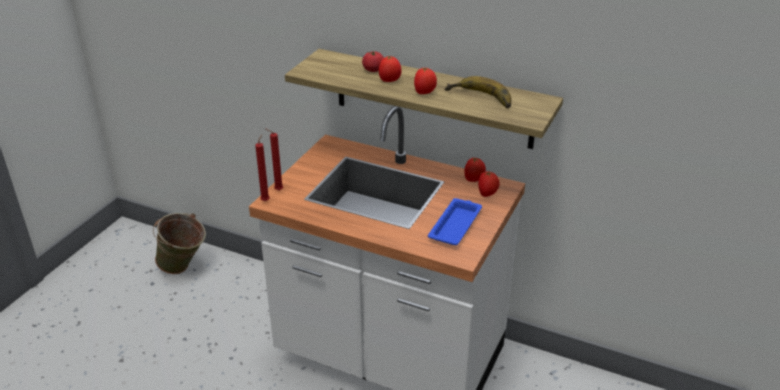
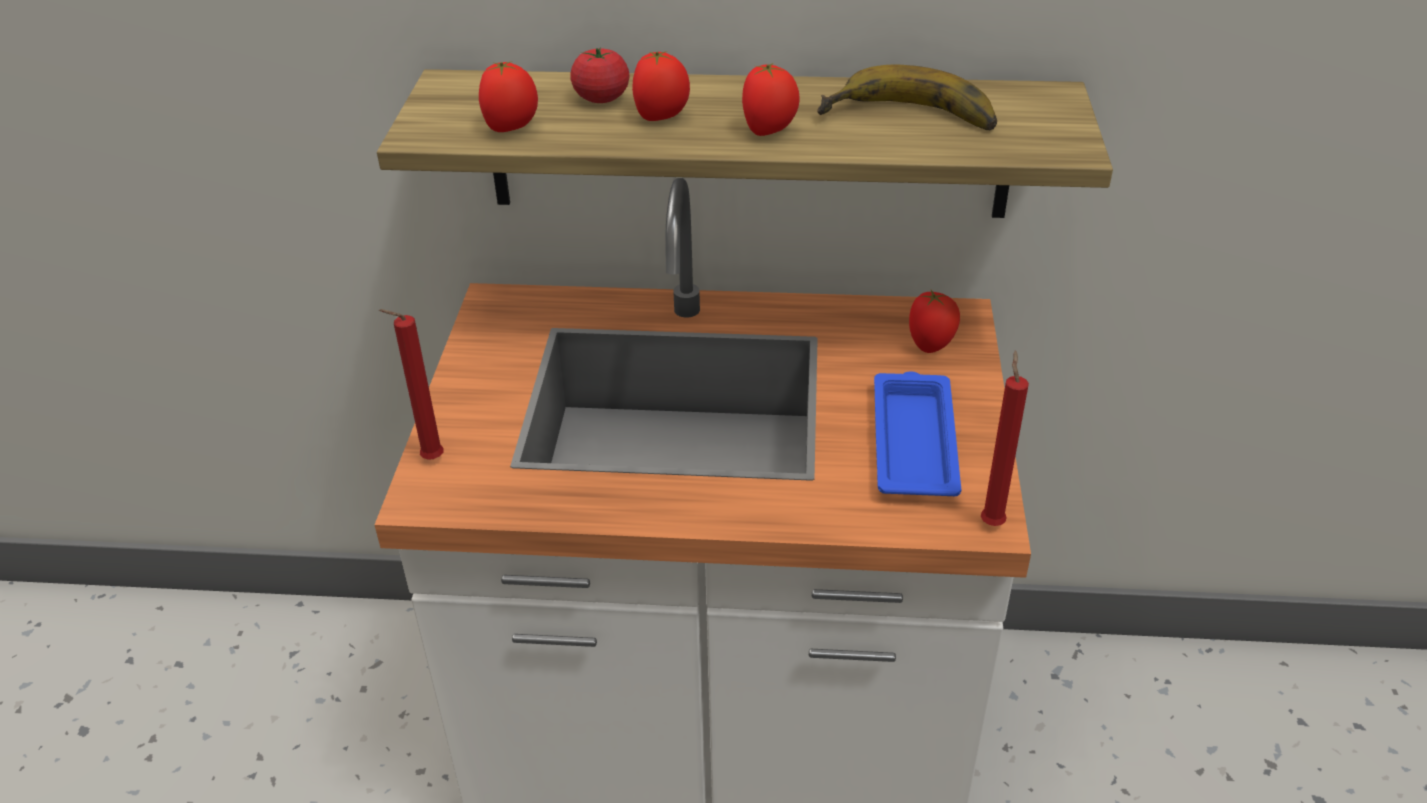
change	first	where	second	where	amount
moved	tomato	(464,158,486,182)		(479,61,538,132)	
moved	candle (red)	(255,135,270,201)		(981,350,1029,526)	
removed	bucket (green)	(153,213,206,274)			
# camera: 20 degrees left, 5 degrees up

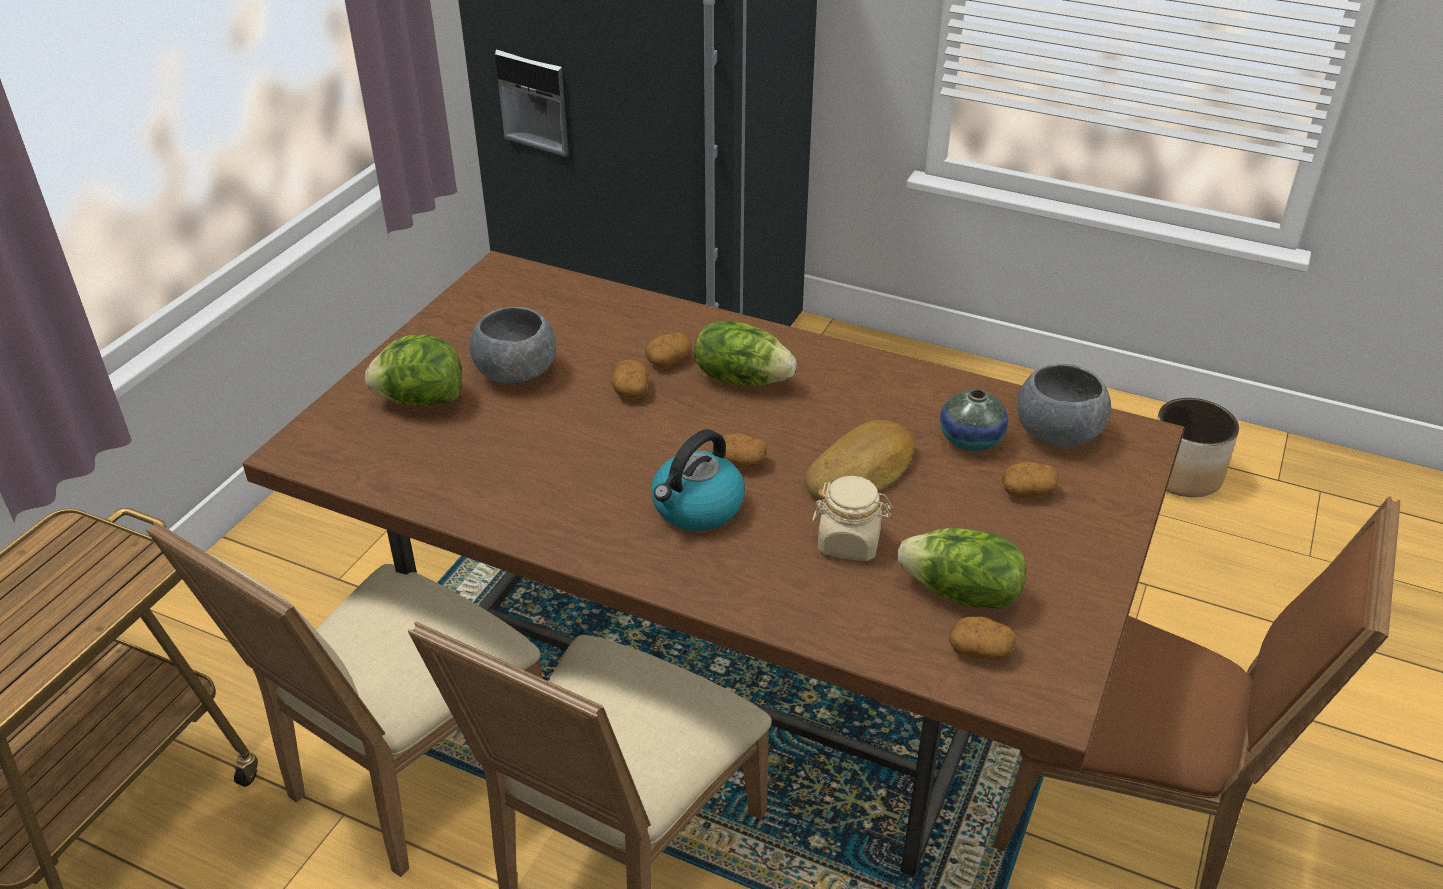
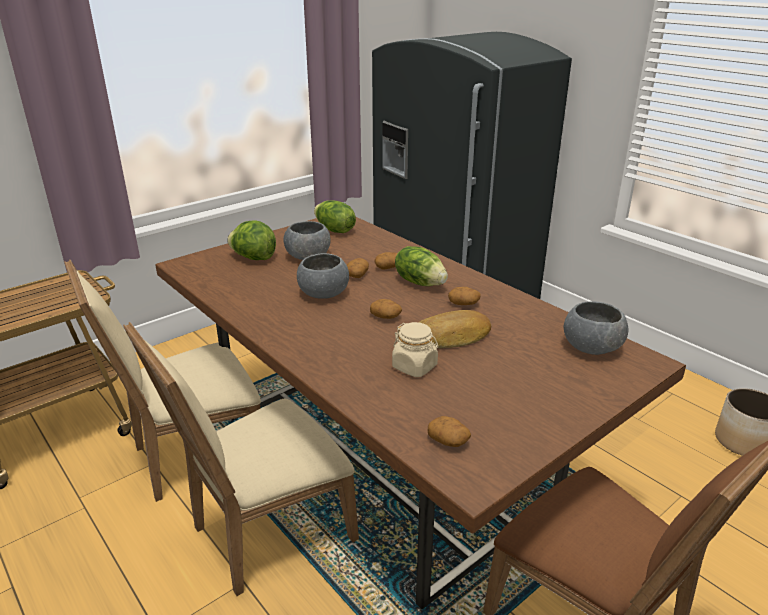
change	first	where	second	where	amount
added			bowl (grey)	(297,253,349,299)	
moved	lettuce	(897,528,1026,609)		(314,200,356,233)	
moved	potato	(1002,462,1058,498)		(448,287,481,305)	
removed	kettle	(651,429,745,531)			
removed	vase	(940,389,1009,451)			
# camera: 25 degrees right, 10 degrees down

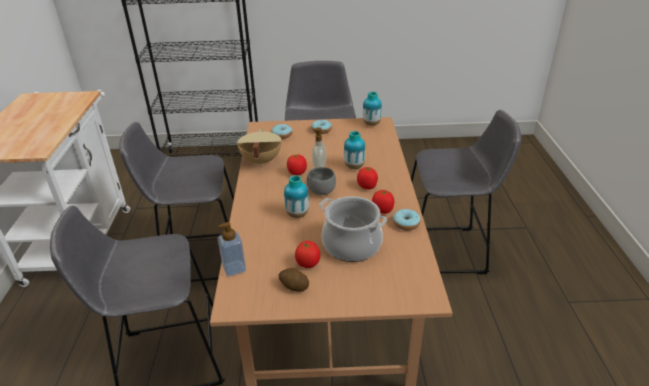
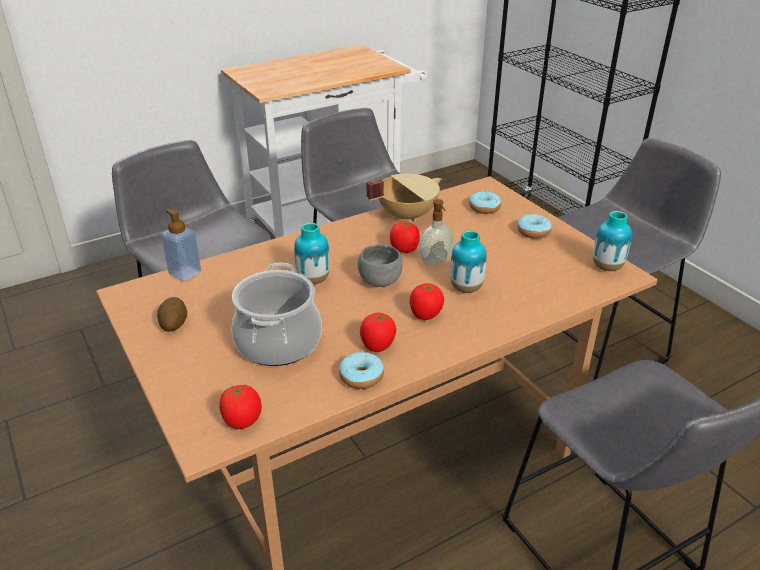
change	first	where	second	where	amount
moved	tomato	(295,241,320,268)		(219,385,262,429)	
# camera: 60 degrees right, 0 degrees up

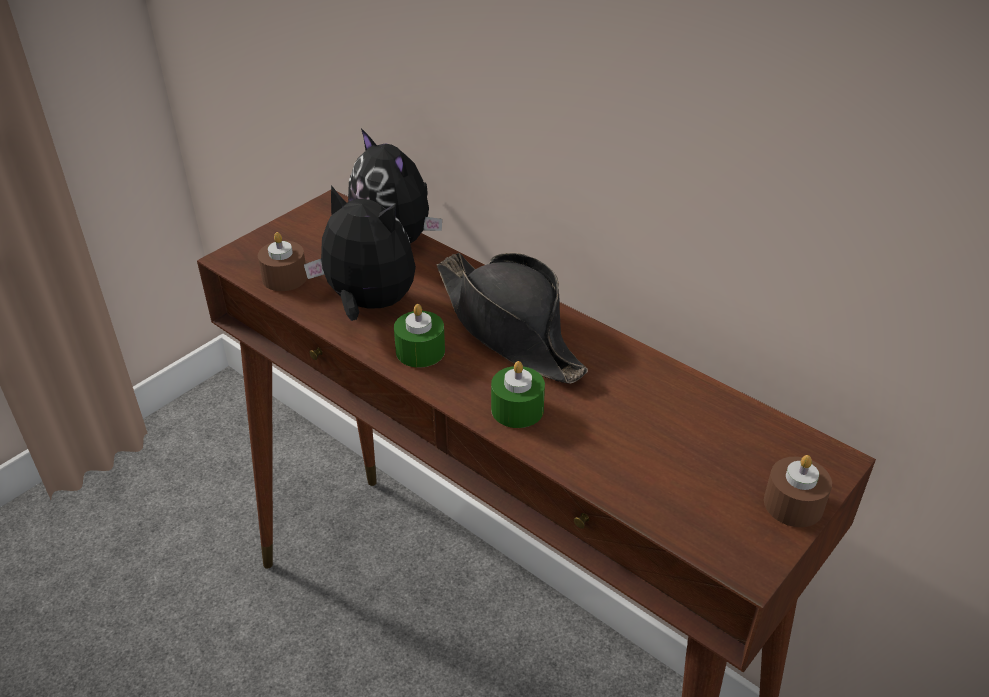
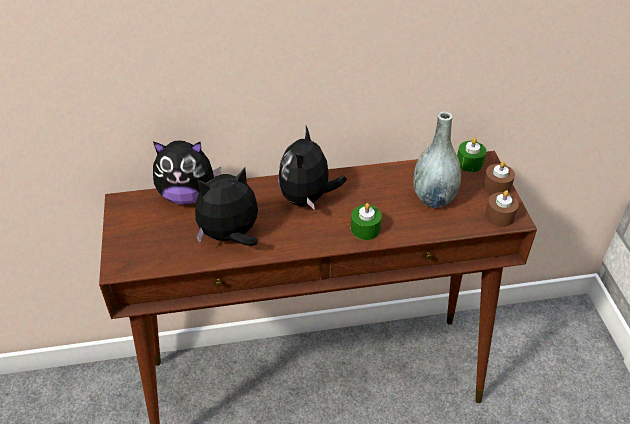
change	first	where	second	where	amount
replaced	hat (black)	(436,253,588,384)	plush toy	(278,126,347,210)	
added			vase (grey)	(413,112,461,208)	
moved	candle (green)	(394,304,445,368)		(457,138,486,172)	
moved	candle (brown)	(258,232,307,291)		(485,190,519,227)	
# camera: 50 degrees left, 5 degrees up

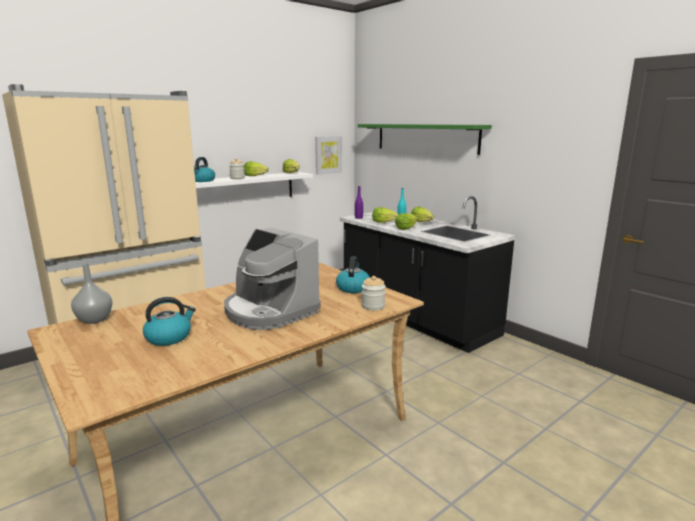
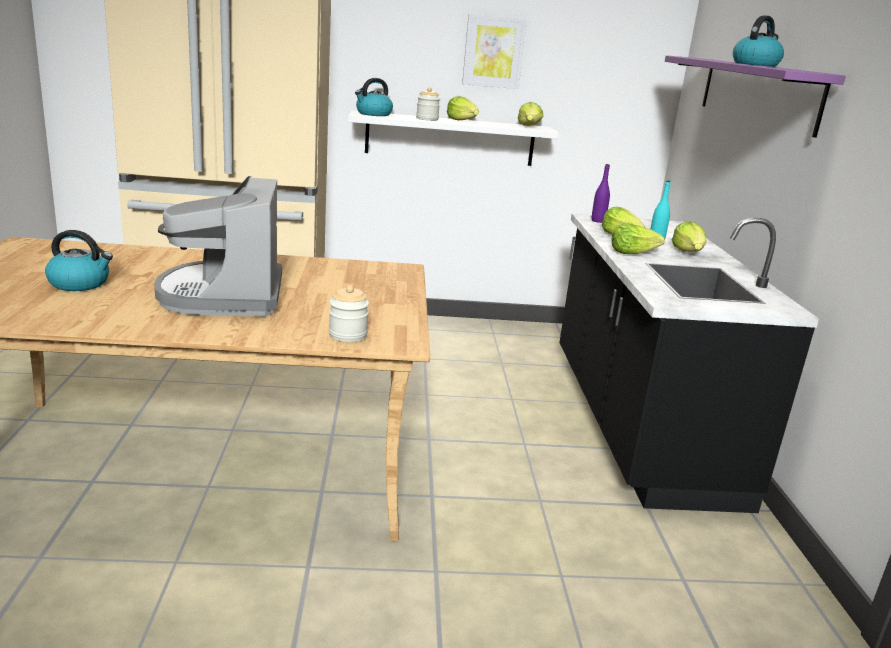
change	first	where	second	where	amount
moved	picture	(315,136,342,175)		(462,14,527,89)	
recoloured	shelf (green)	(358,124,492,155)	shelf (purple)	(665,55,846,138)	
moved	kettle	(336,256,370,293)		(733,16,784,67)	
removed	vase (grey)	(71,263,113,324)			
# camera: 35 degrees right, 5 degrees up

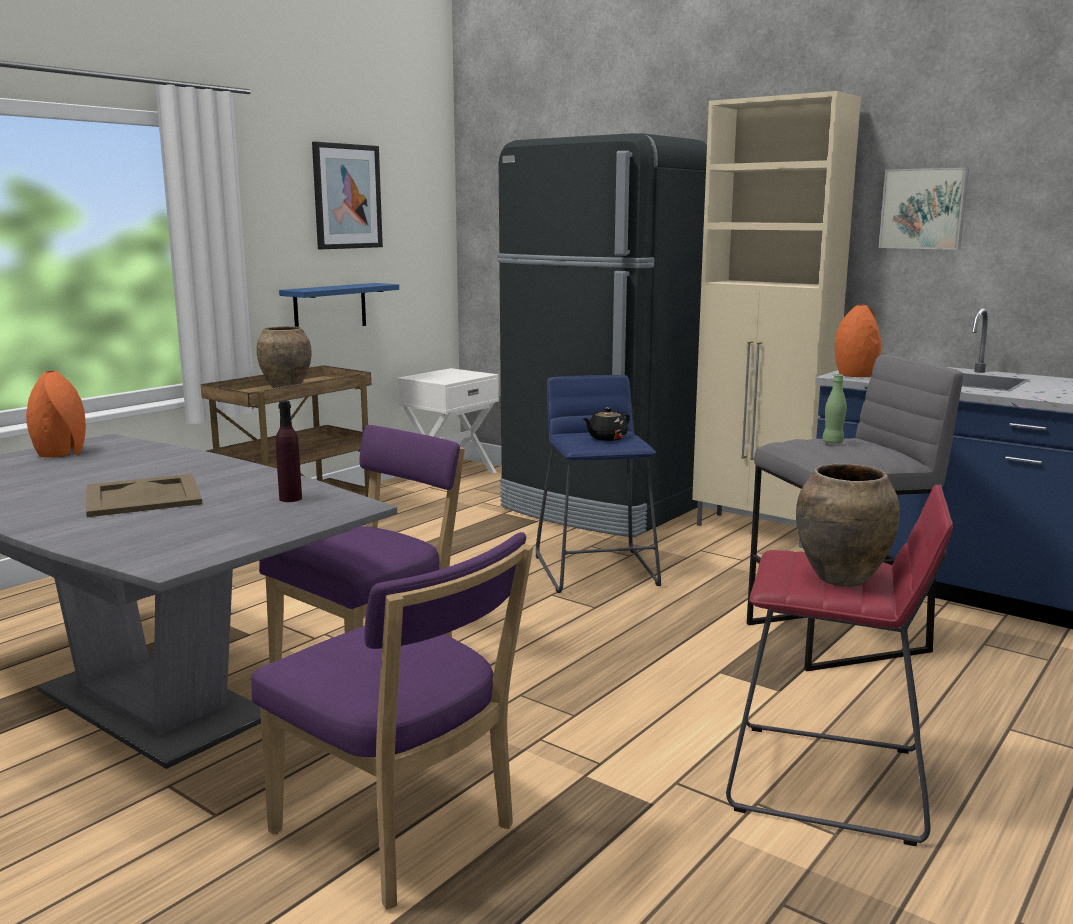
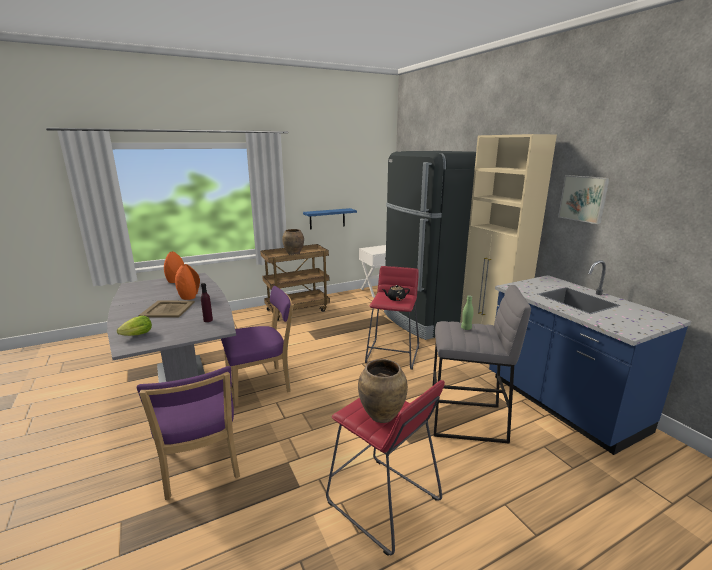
change	first	where	second	where	amount
added			lettuce	(117,316,152,336)	
moved	vase (orange)	(835,305,881,377)		(175,264,200,300)	
recoloured	stool (blue)	(536,375,661,593)	stool (red)	(365,266,419,370)	
removed	picture	(312,142,383,249)			
# camera: 25 degrees right, 5 degrees up

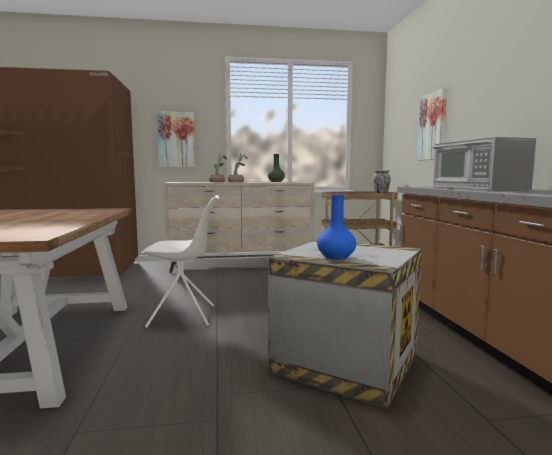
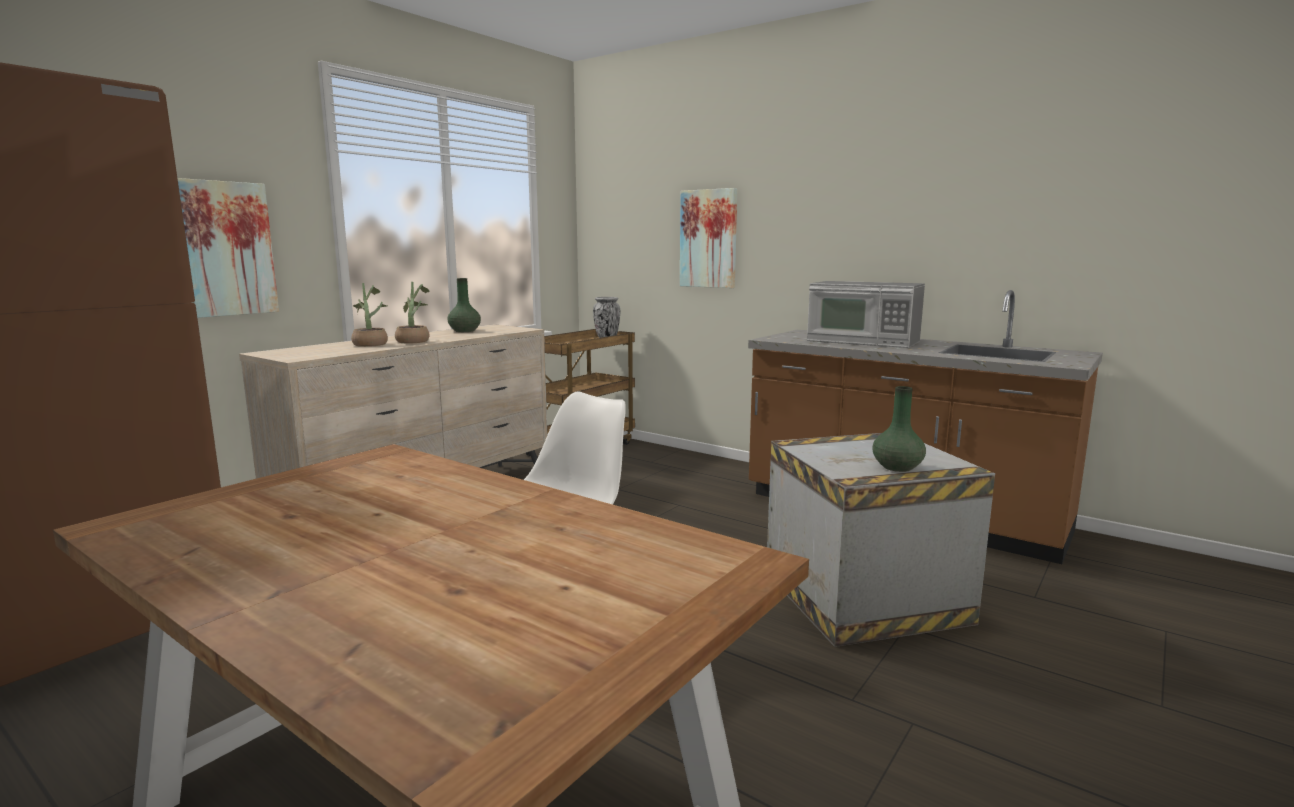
change	first	where	second	where	amount
recoloured	vase (blue)	(317,194,356,260)	vase (green)	(872,386,926,472)	
# camera: 45 degrees left, 5 degrees up

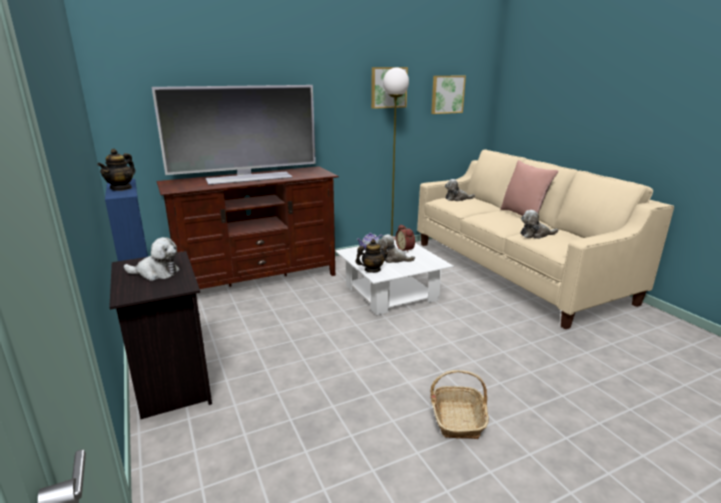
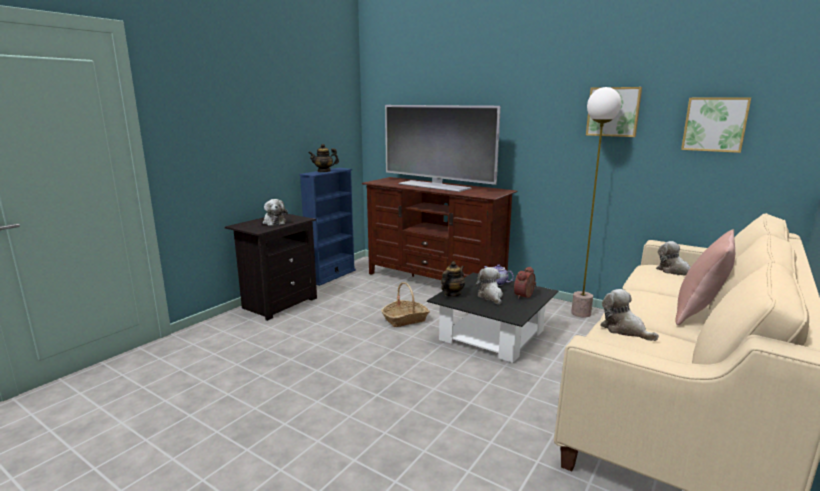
change	first	where	second	where	amount
moved	basket	(430,370,489,439)		(381,282,430,327)	
recoloured	coffee table (white)	(335,240,454,315)	coffee table (black)	(427,273,558,363)	
turned	teapot	(355,239,389,273)		(441,261,465,297)	90 degrees counterclockwise
# camera: 60 degrees right, 5 degrees down

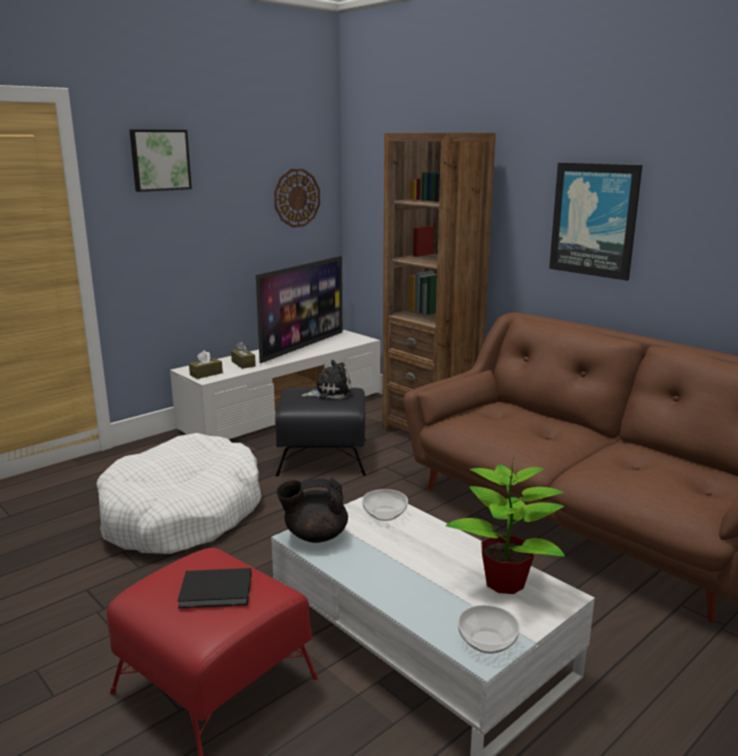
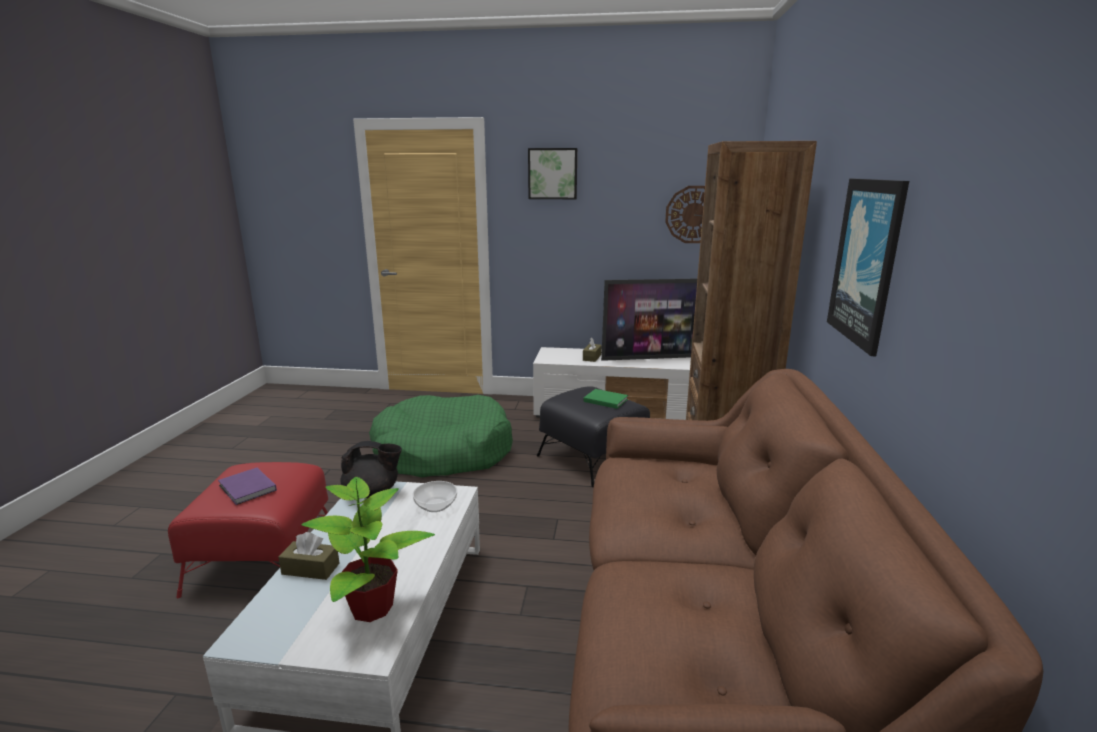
change	first	where	second	where	amount
recoloured	book (black)	(177,568,252,608)	book (purple)	(218,468,277,505)	
moved	tissue box (brown)	(189,350,223,379)		(278,532,339,580)	
turned	teapot (black)	(276,478,348,543)		(341,441,402,498)	135 degrees clockwise
recoloured	dog bed (white)	(96,433,262,554)	dog bed (green)	(369,395,513,478)	
replaced	plush toy	(301,360,353,399)	book (green)	(584,389,628,409)	
removed	bowl	(458,605,520,654)			
# camera: 50 degrees right, 0 degrees up

